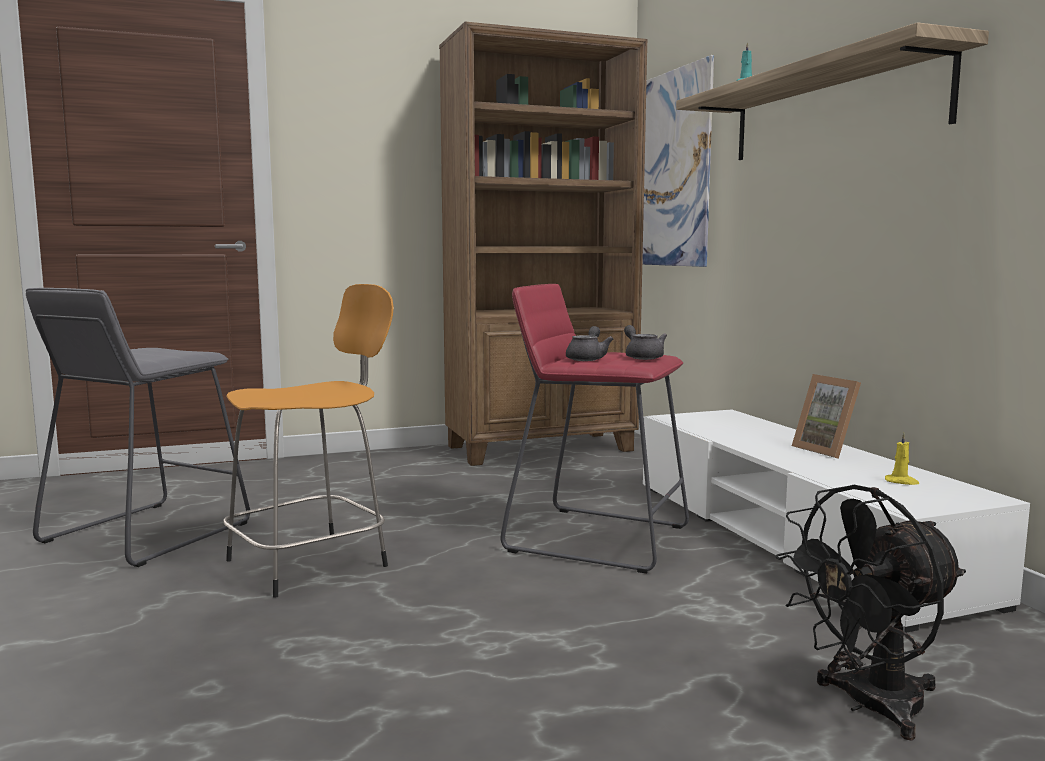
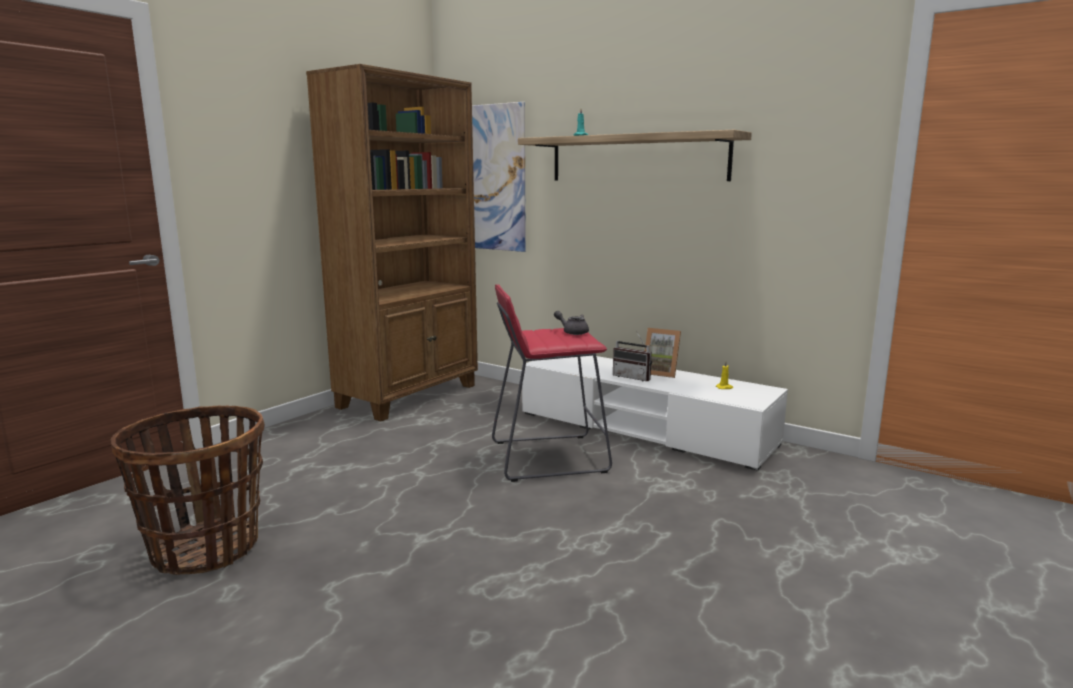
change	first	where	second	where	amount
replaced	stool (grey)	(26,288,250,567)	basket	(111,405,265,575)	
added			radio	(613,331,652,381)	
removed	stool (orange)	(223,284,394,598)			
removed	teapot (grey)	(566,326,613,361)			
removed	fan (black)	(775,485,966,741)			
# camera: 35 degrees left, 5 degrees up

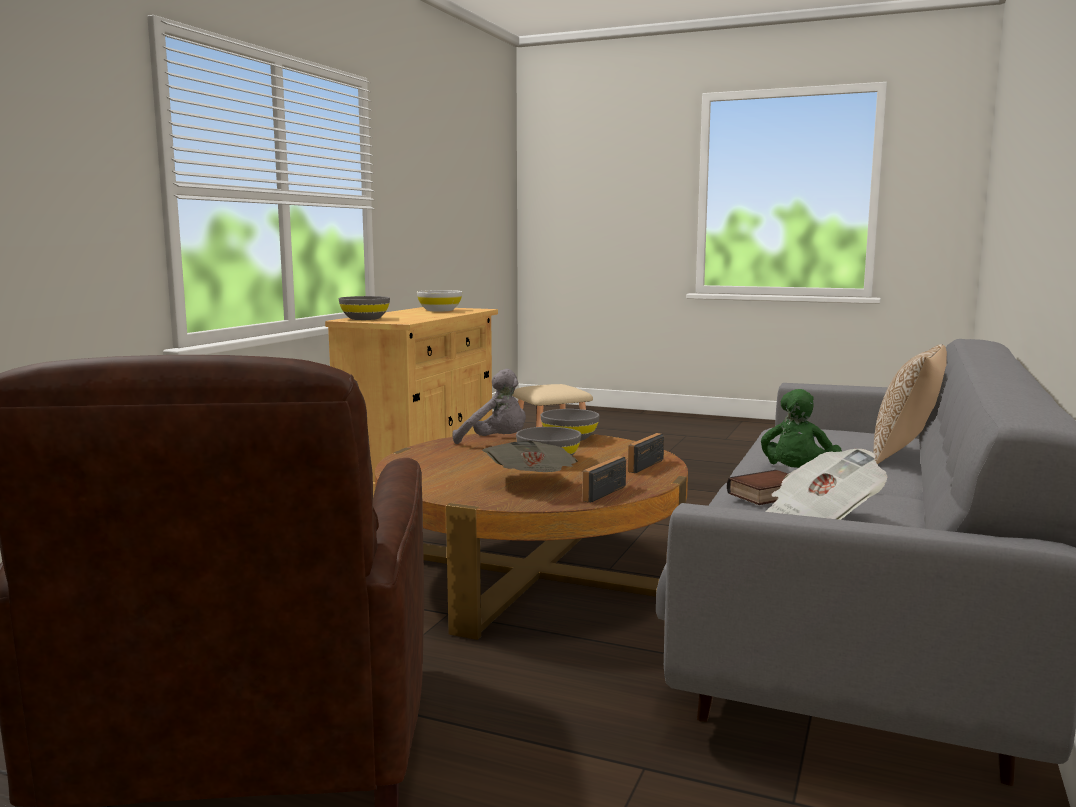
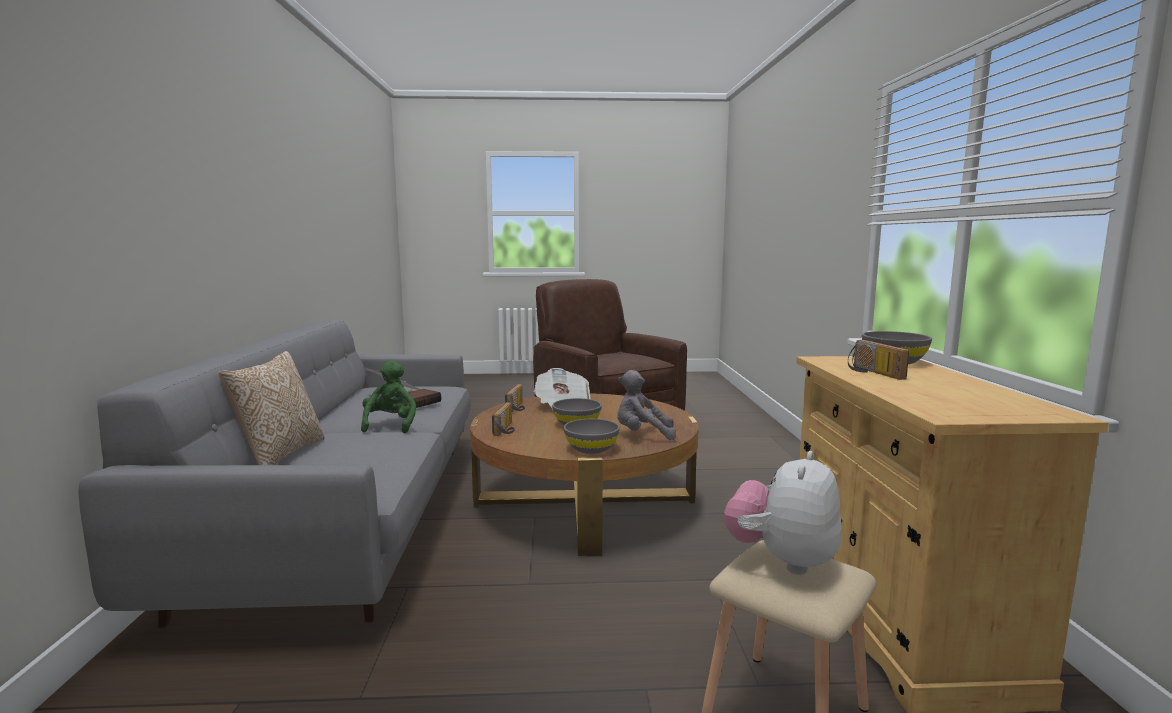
change	first	where	second	where	amount
added			plush toy	(724,451,842,575)	
added			radio	(848,340,909,380)	
removed	bowl (white)	(417,290,462,312)			
# camera: 155 degrees right, 0 degrees up

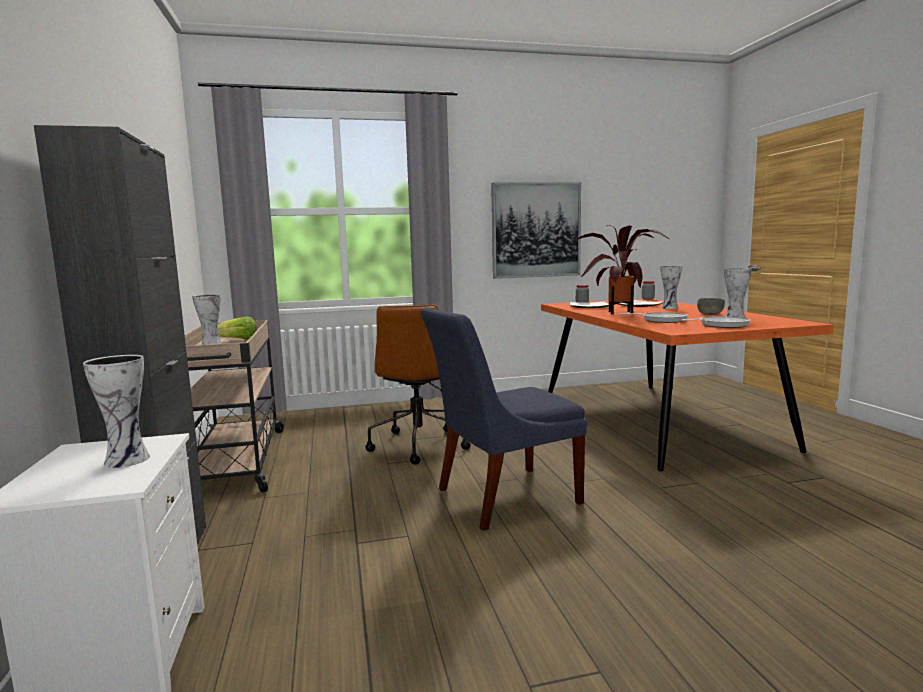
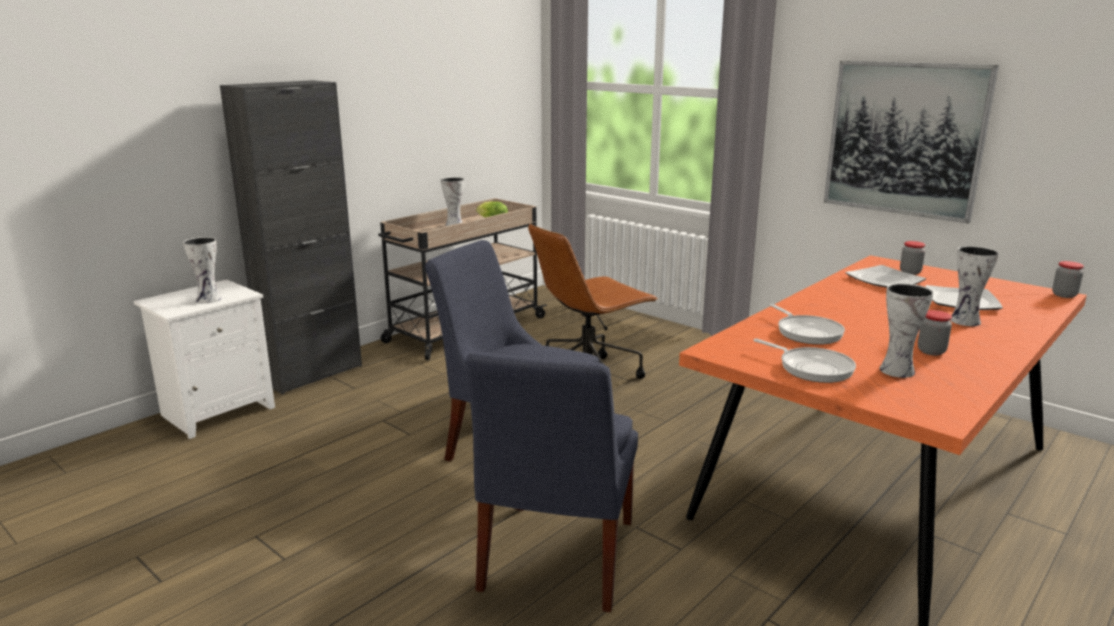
change	first	where	second	where	amount
added			chair (blue)	(465,352,638,612)	
replaced	bowl (grey)	(697,298,725,315)	jar	(918,310,952,355)	
removed	potted plant	(573,225,669,314)			
# camera: 55 degrees right, 10 degrees up

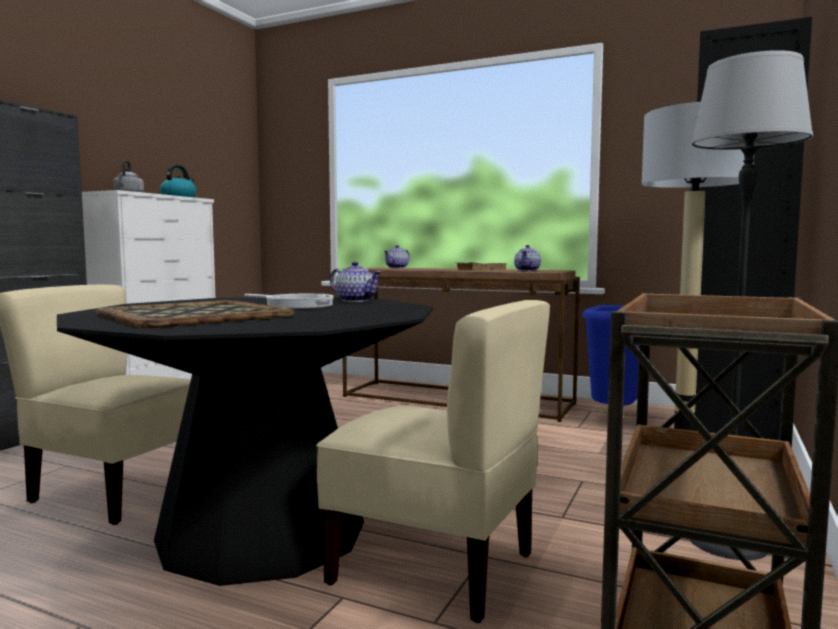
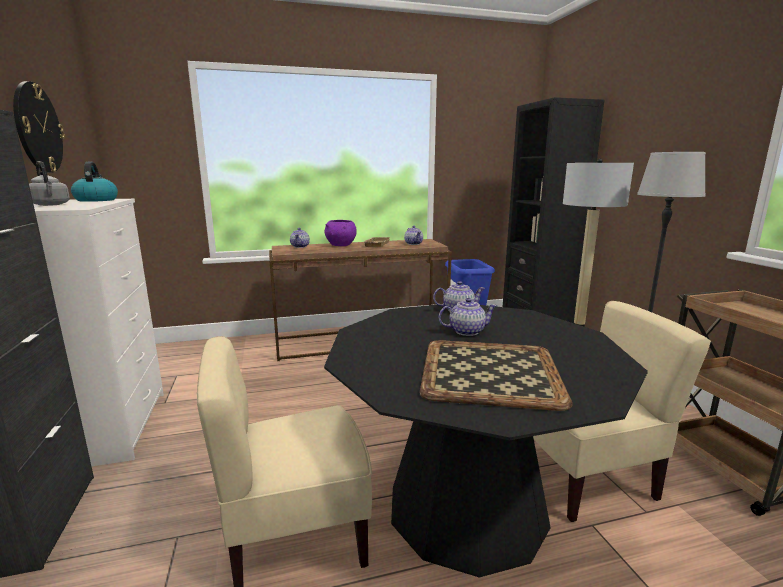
change	first	where	second	where	amount
added			wall clock	(13,81,65,173)	
added			bowl (purple)	(325,220,357,246)	
replaced	frying pan	(244,294,334,309)	teapot	(439,298,497,336)	
# camera: 40 degrees left, 10 degrees up

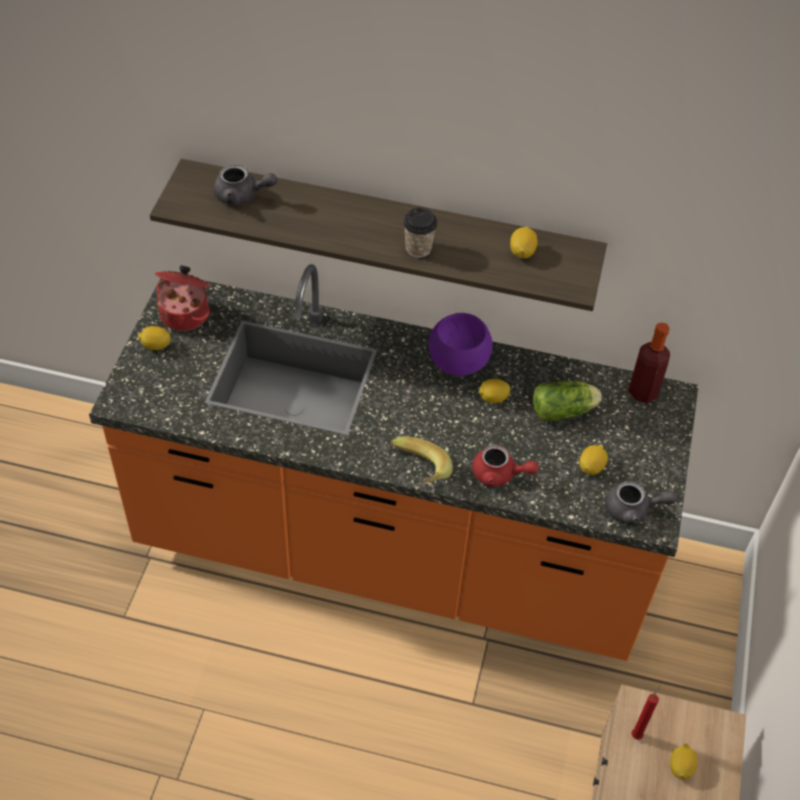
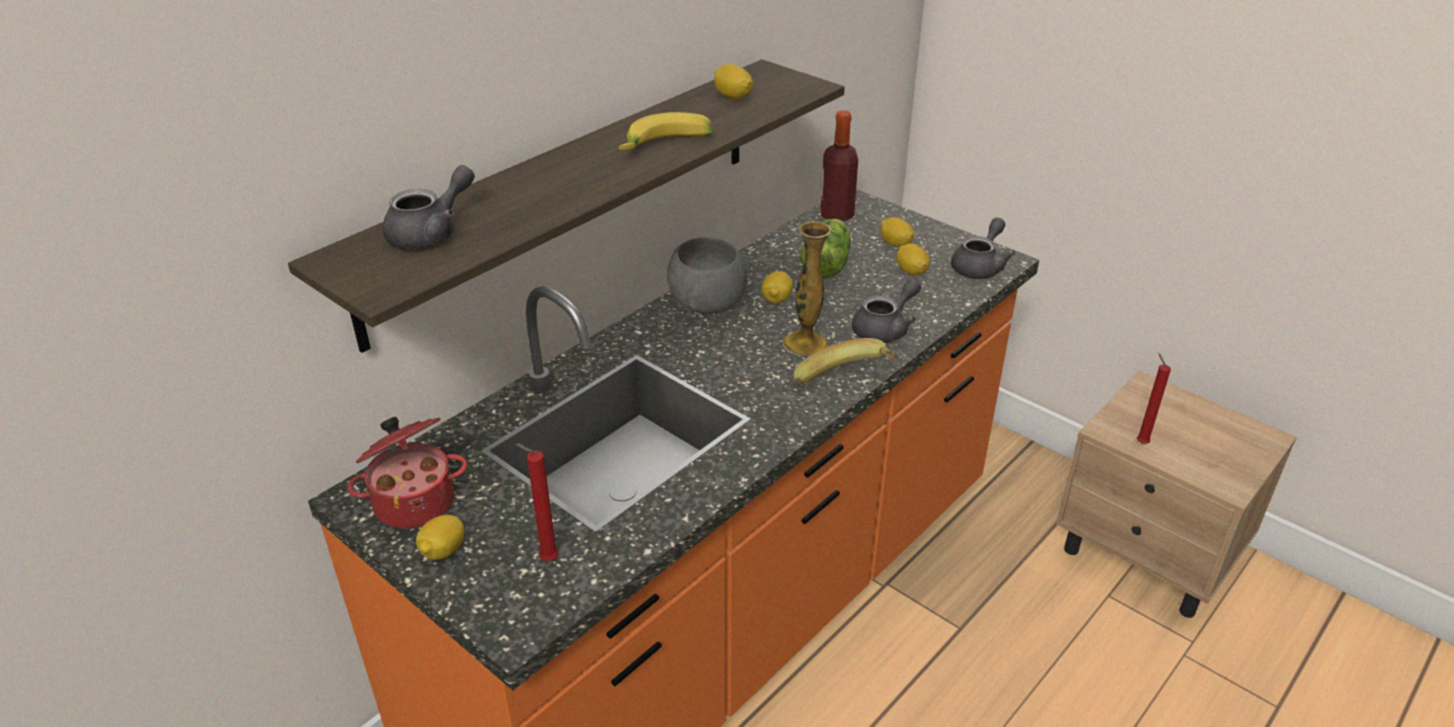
change	first	where	second	where	amount
added			candle (red)	(516,444,559,561)	
replaced	cup	(403,208,437,258)	banana	(619,112,713,150)	
recoloured	bowl (purple)	(429,313,493,376)	bowl (grey)	(666,237,747,314)	
added			vase	(783,222,831,356)	
recoloured	teapot (red)	(472,445,539,487)	teapot (grey)	(852,279,921,343)	
moved	lemon	(670,744,698,780)		(881,217,914,247)	
# camera: 60 degrees left, 15 degrees down

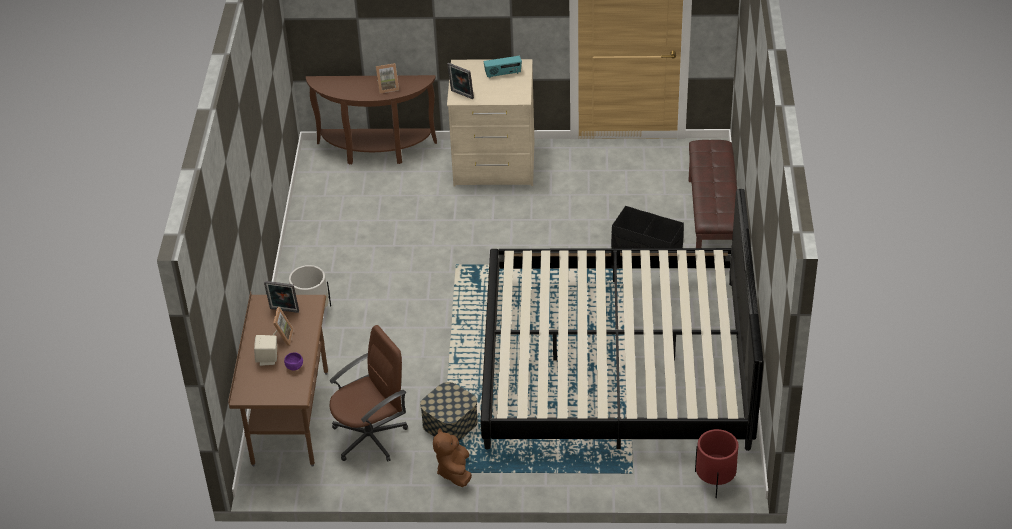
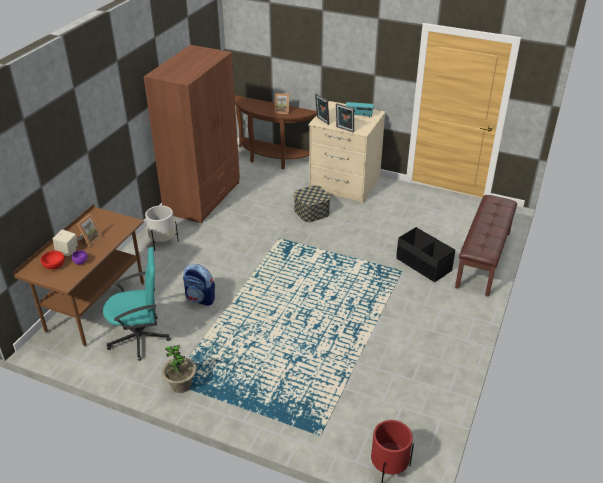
change	first	where	second	where	amount
added			bowl (red)	(41,251,65,269)	
recoloured	office chair (brown)	(330,325,408,461)	office chair (turquoise)	(103,247,170,361)	
added			wardrobe (brown)	(144,45,240,223)	
replaced	plush toy (brown)	(433,428,472,487)	potted plant	(161,345,197,393)	
added			backpack	(183,264,215,306)	
moved	storage box	(420,382,478,441)		(294,185,330,222)	
moved	picture frame	(264,281,299,313)		(336,103,354,132)	
removed	bed	(481,189,764,451)			
# camera: 20 degrees right, 5 degrees down

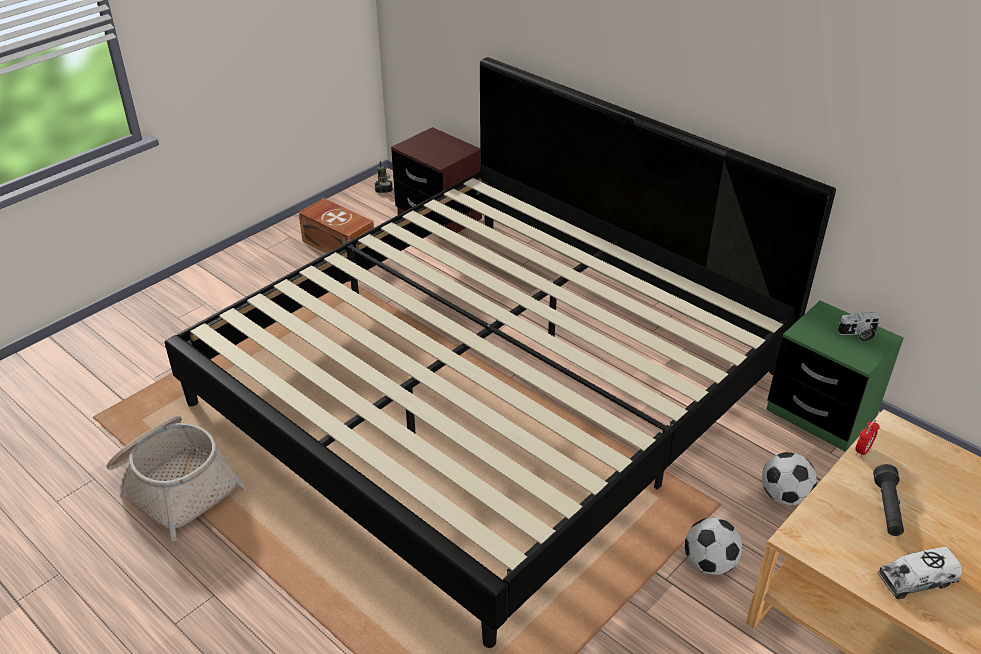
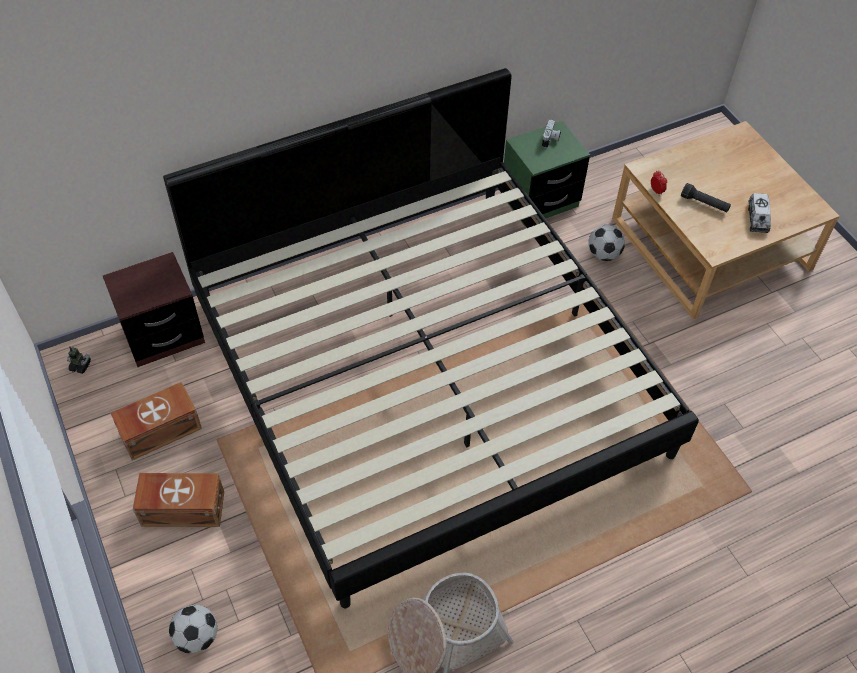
change	first	where	second	where	amount
added			storage box (brown)	(133,473,224,527)	
moved	football	(685,518,743,575)		(169,605,217,654)	
# camera: 70 degrees left, 15 degrees up

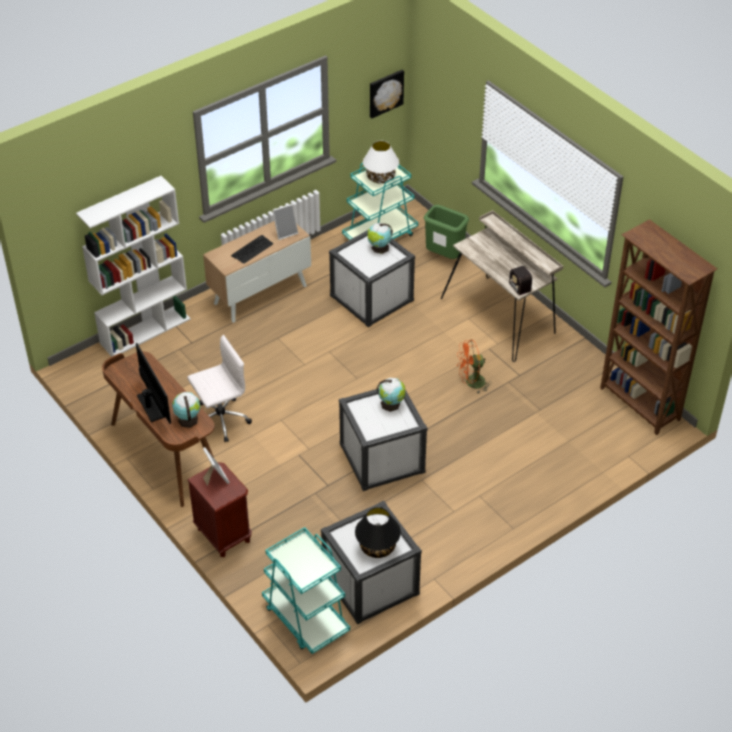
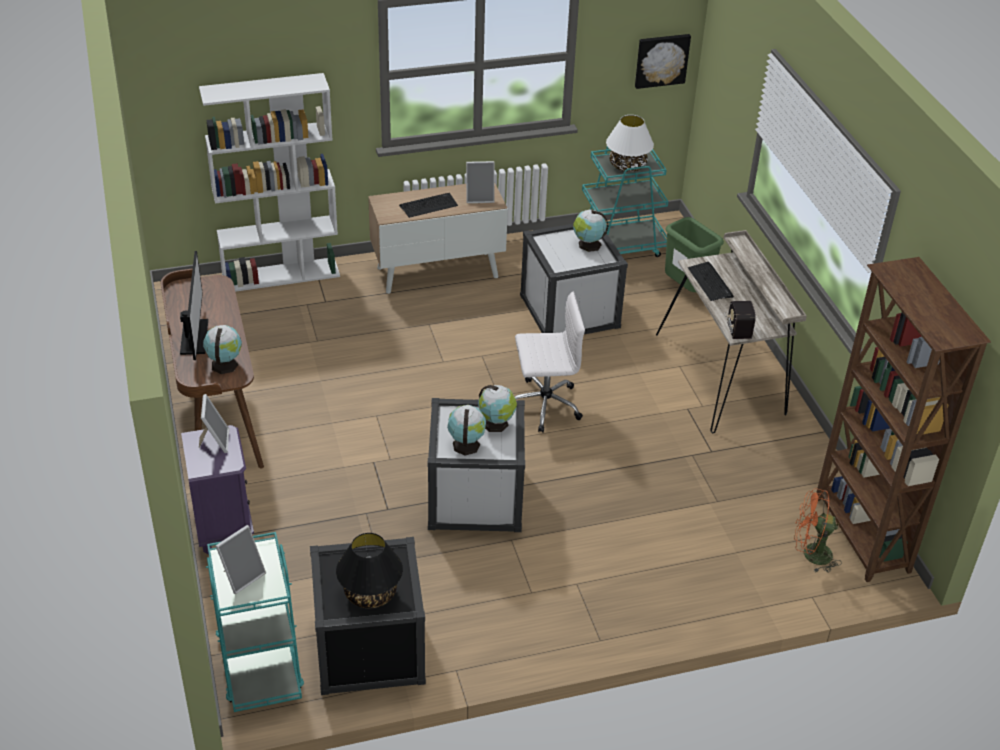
change	first	where	second	where	amount
recoloured	nightstand (brown)	(187,462,252,557)	nightstand (purple)	(181,425,254,554)	
added			picture frame	(216,525,266,594)	
recoloured	storage box (white)	(321,501,422,624)	storage box (black)	(310,537,426,695)	
added			globe	(447,405,486,455)	
moved	office chair (white)	(187,335,252,442)		(515,291,585,433)	
added			keyboard	(688,262,734,301)	
moved	fan (orange)	(457,340,492,394)		(794,488,842,573)	
# camera: 20 degrees right, 5 degrees down

